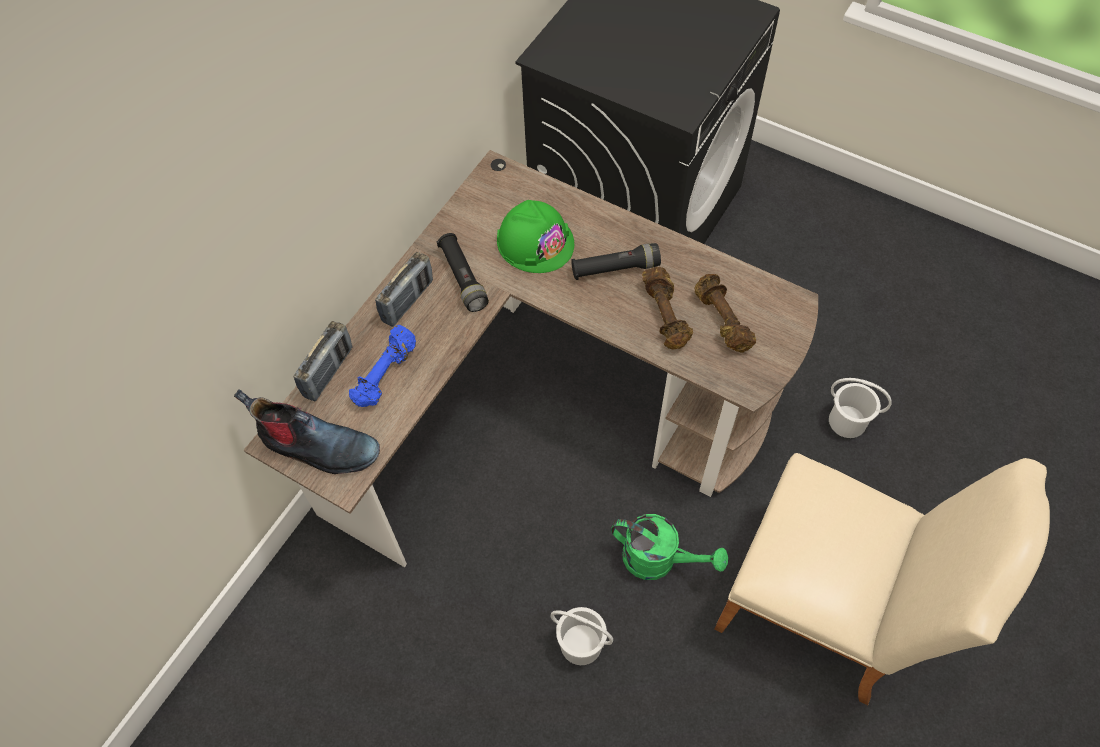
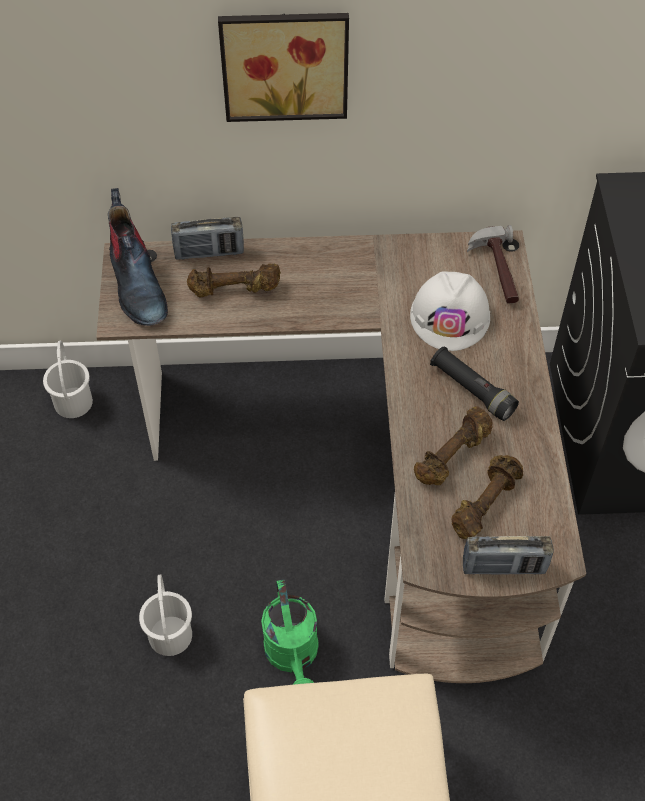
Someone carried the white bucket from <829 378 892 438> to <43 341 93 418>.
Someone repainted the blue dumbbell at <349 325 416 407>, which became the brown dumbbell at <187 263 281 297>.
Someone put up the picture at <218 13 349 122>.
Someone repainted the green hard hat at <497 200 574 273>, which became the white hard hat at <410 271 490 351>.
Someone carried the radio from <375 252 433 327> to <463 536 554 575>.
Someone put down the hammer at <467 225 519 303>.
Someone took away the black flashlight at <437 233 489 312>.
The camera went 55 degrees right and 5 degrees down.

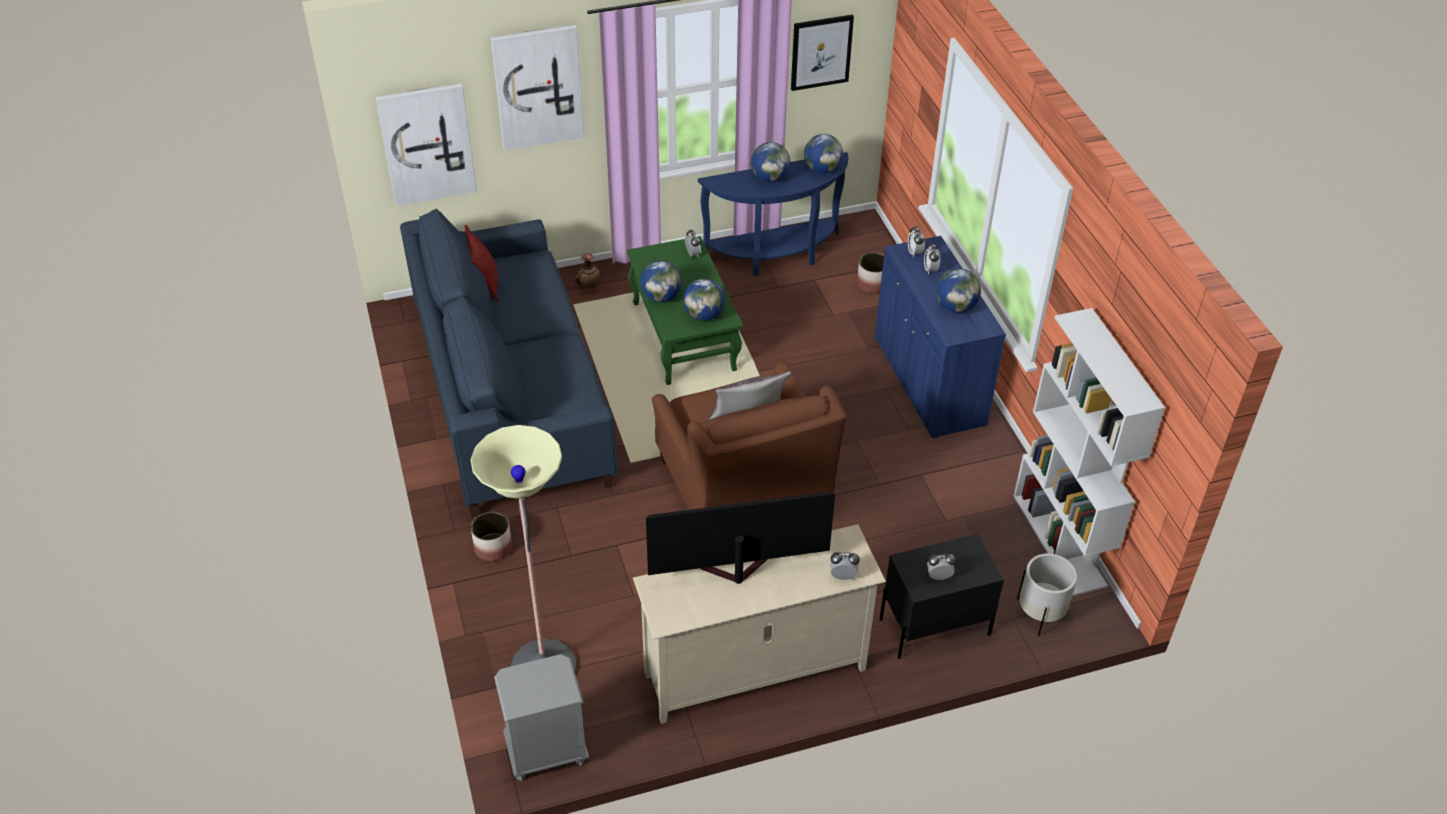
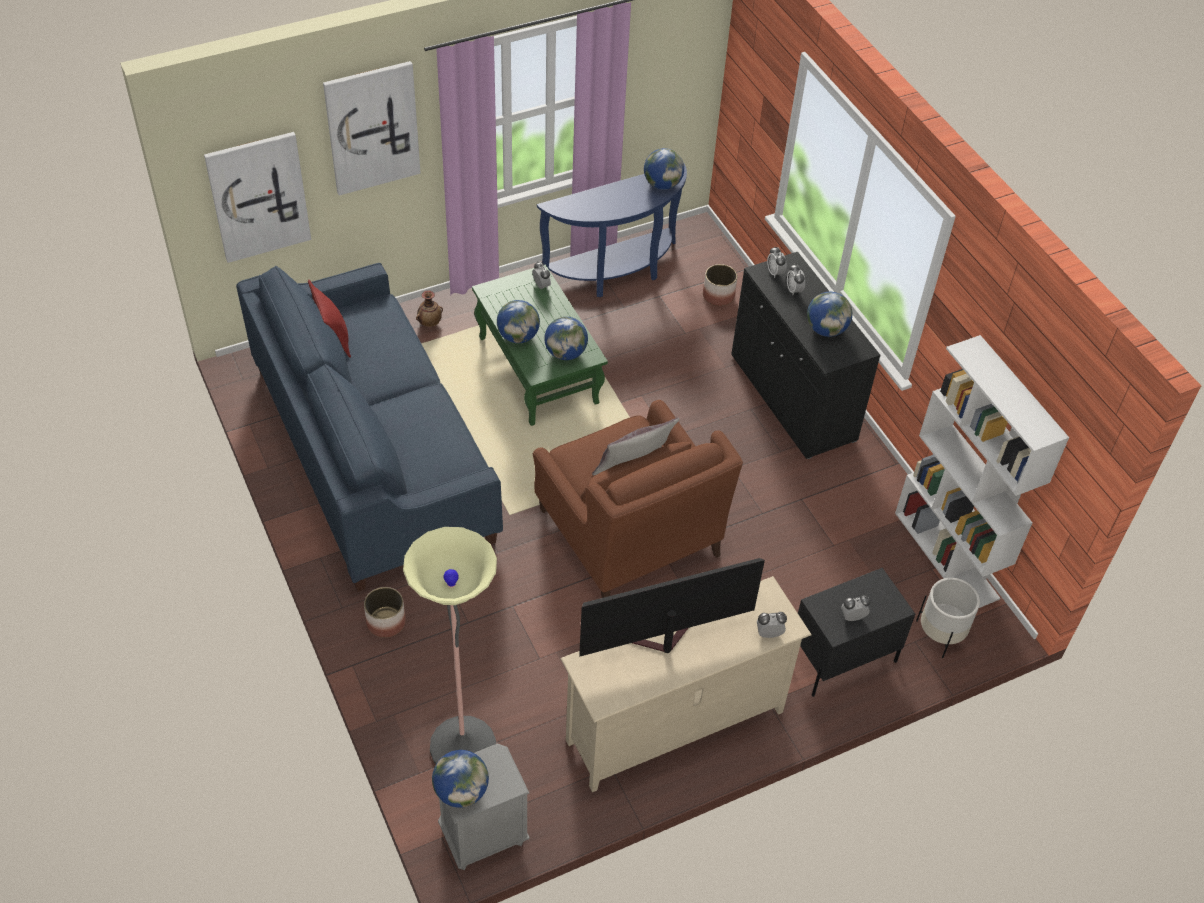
Someone carried the globe from <751 142 790 182> to <432 750 489 808>.
Someone repainted the blue cabinet at <875 236 1006 439>, which became the black cabinet at <731 252 880 459>.
Someone took away the picture at <791 14 854 91>.
The camera went 10 degrees left and 5 degrees up.

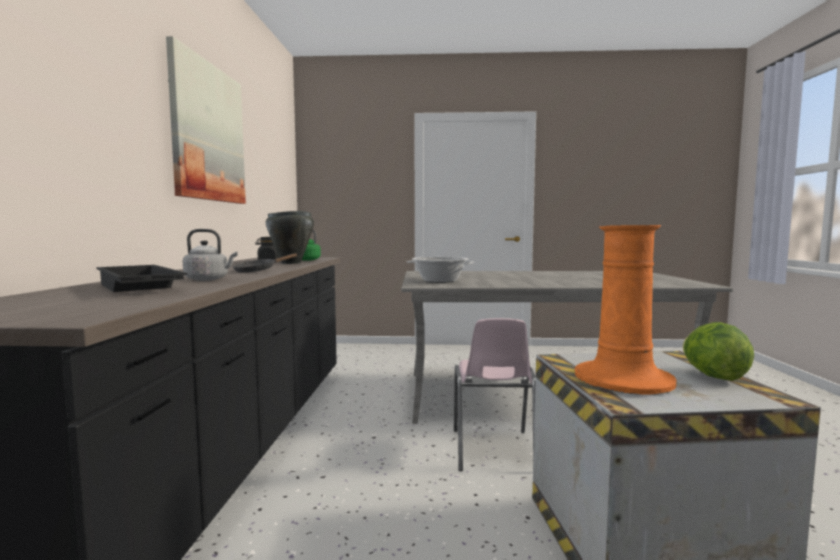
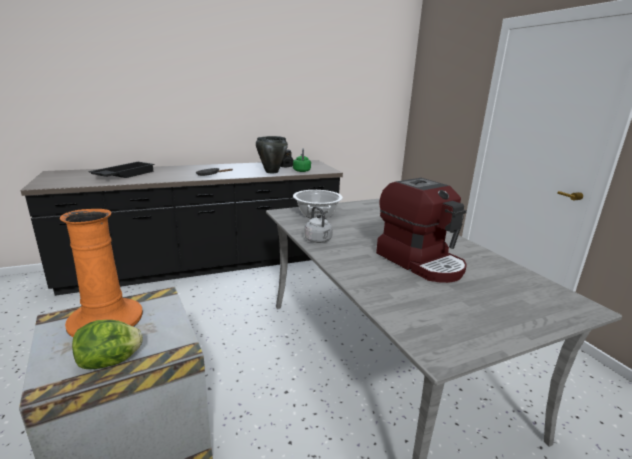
Someone carried the grey kettle from <183 229 237 281> to <304 206 333 243>.
Someone put down the coffee machine at <376 178 467 283>.
Someone took away the picture at <166 36 246 204>.
Someone took away the pink chair at <454 318 536 471>.
The camera went 65 degrees right and 15 degrees up.

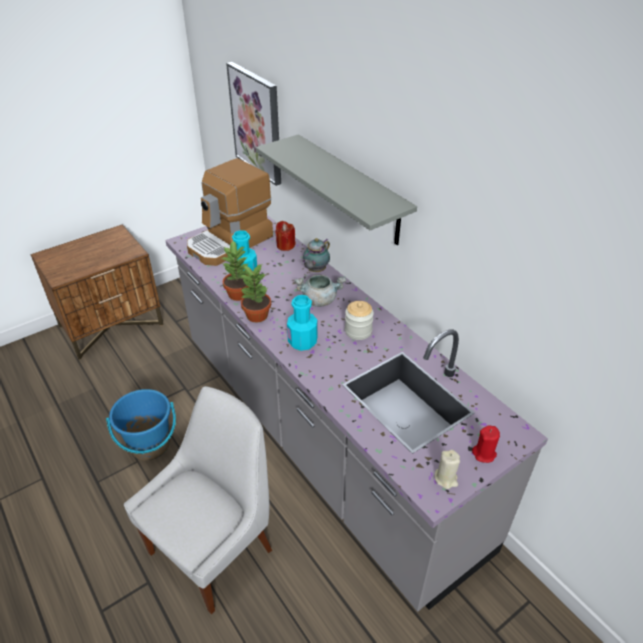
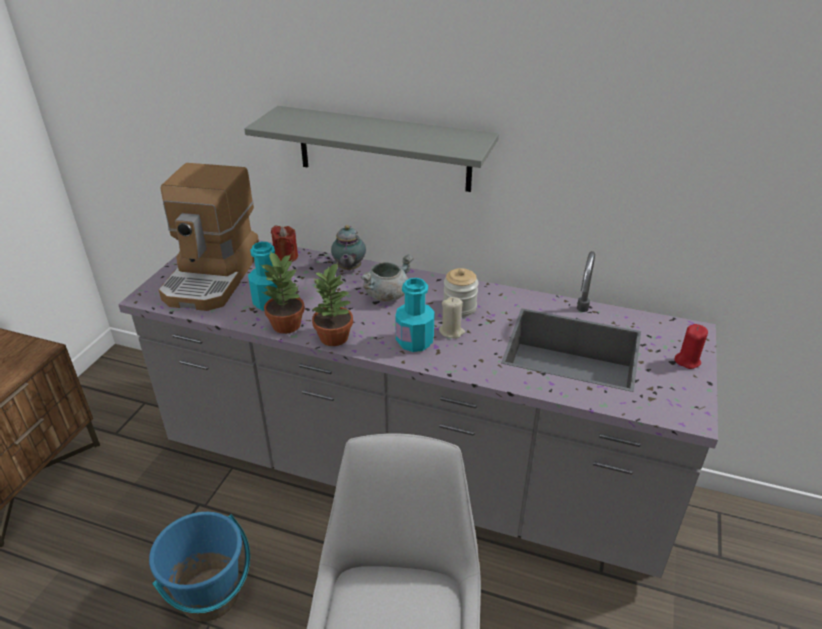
Someone carried the beige candle from <435 449 460 489> to <439 297 465 338>.
Someone took away the picture at <226 62 281 186>.
The camera went 35 degrees left and 5 degrees down.

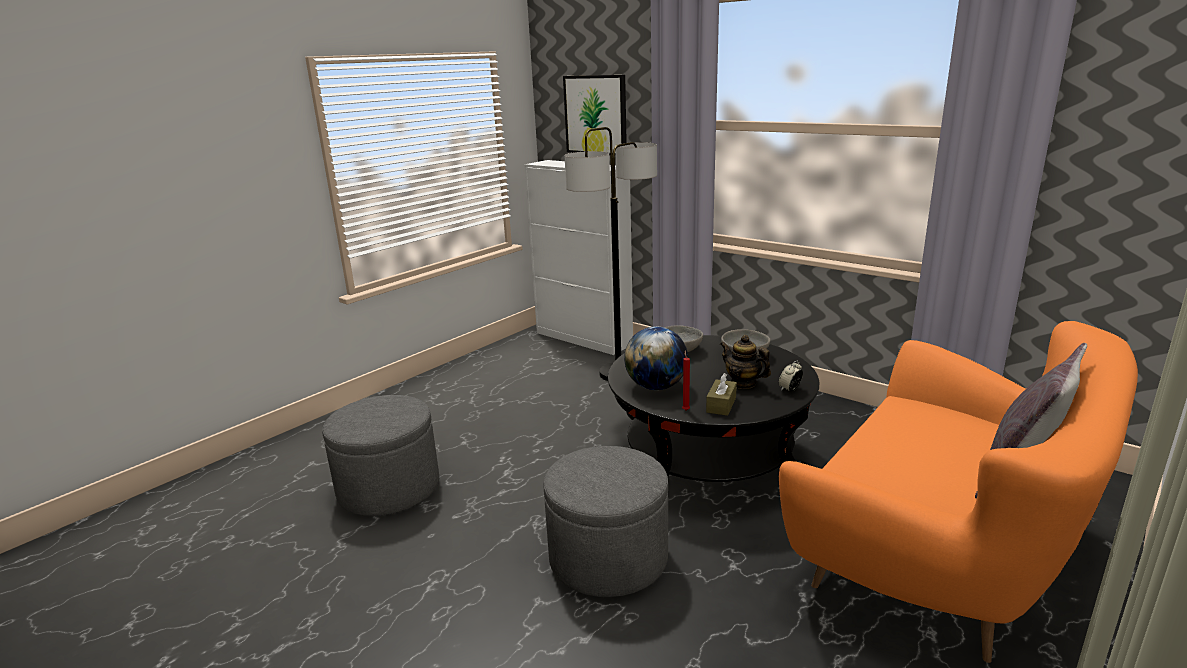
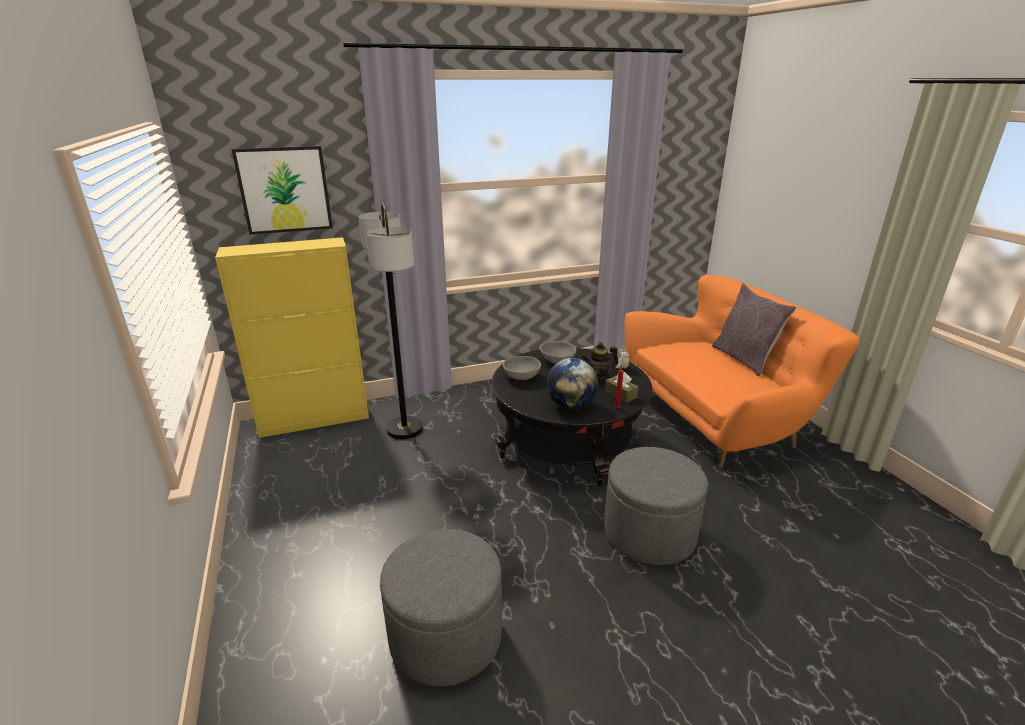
Someone repainted the white cabinet at <525 160 633 355>, which became the yellow cabinet at <215 237 369 438>.
The camera went 60 degrees left and 5 degrees up.

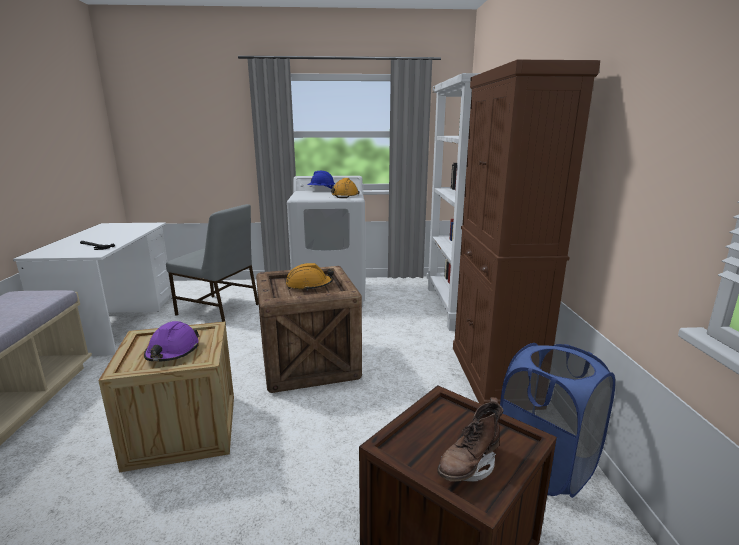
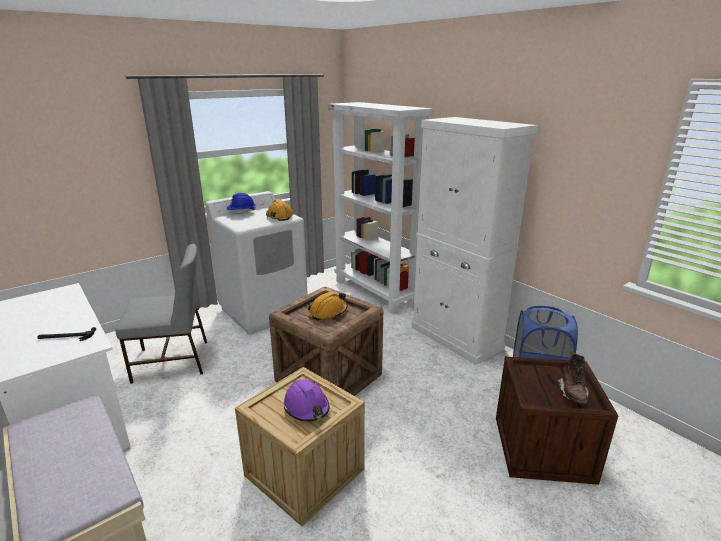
Someone repainted the brown cabinet at <453 60 600 405>, which became the white cabinet at <411 117 538 365>.
The camera went 35 degrees left and 5 degrees up.

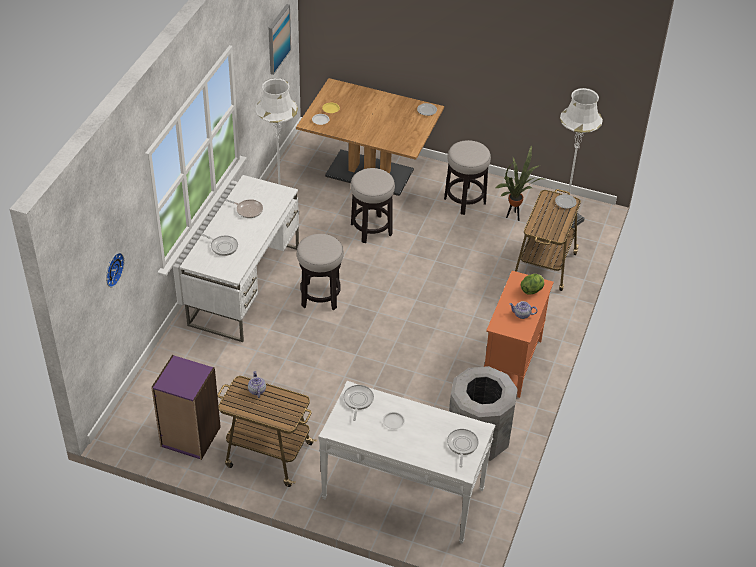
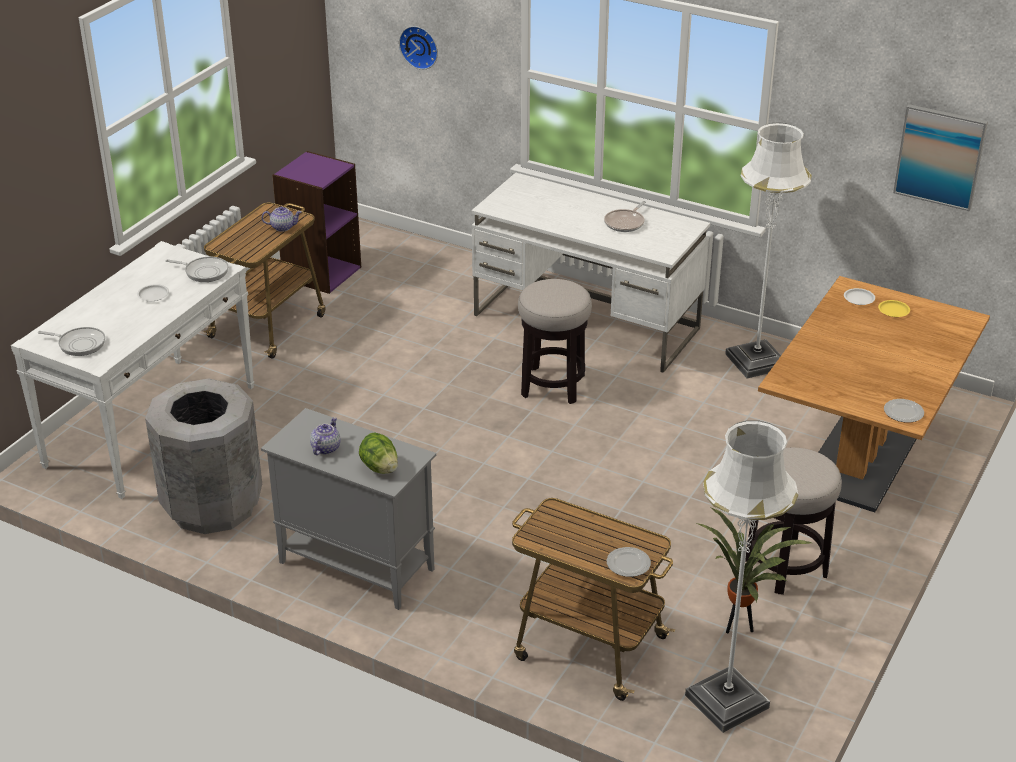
Someone repainted the orange cabinet at <484 271 554 398>, which became the grey cabinet at <261 408 436 610>.
Someone took away the frying pan at <201 234 238 256>.
Someone took away the stool at <351 168 395 243>.
The camera went 100 degrees right and 10 degrees down.

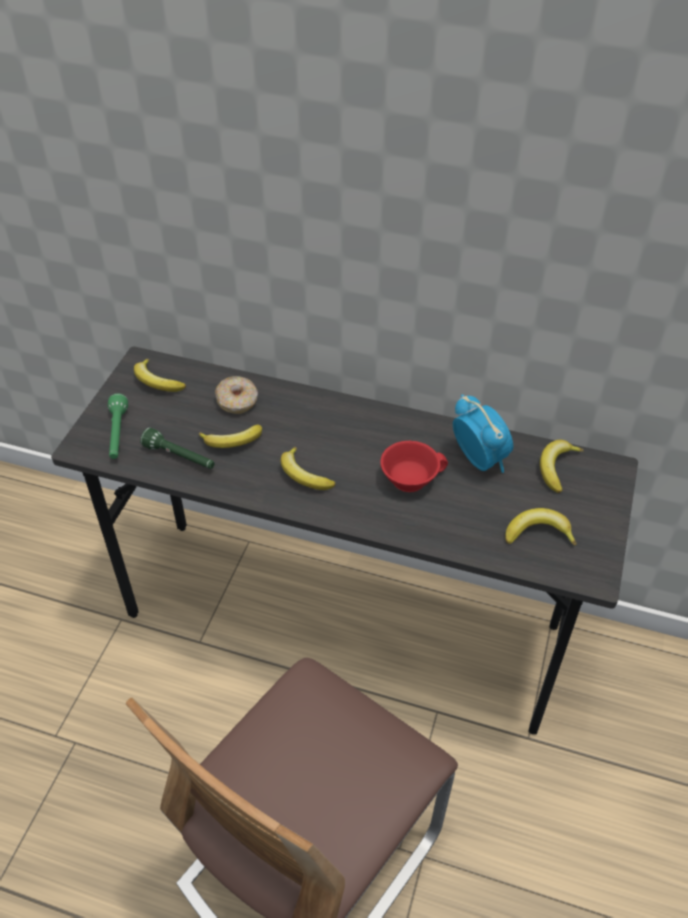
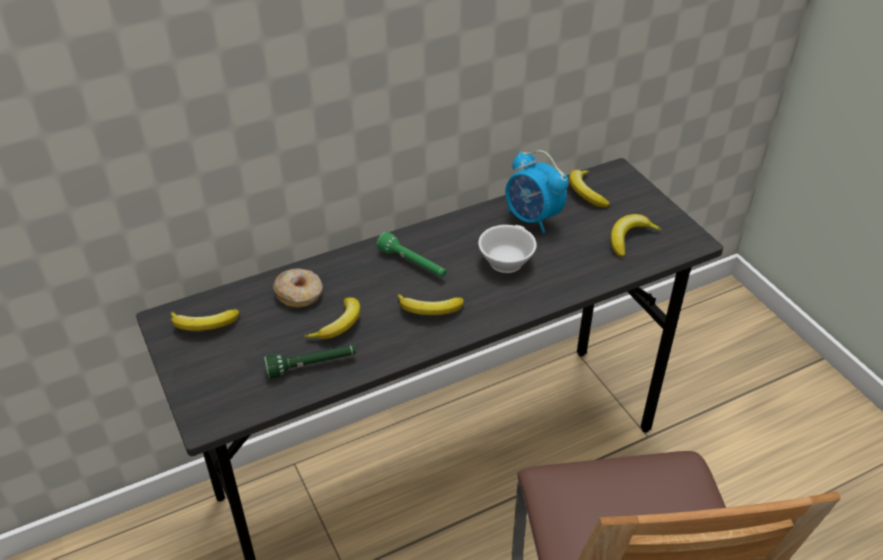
Someone carried the green flashlight from <108 393 128 459> to <376 231 447 277>.
Someone repainted the red cup at <380 441 448 492>, which became the white cup at <478 225 537 273>.
Someone rotated the alarm clock at <453 394 513 473> by 150 degrees counterclockwise.
The camera went 45 degrees left and 5 degrees down.

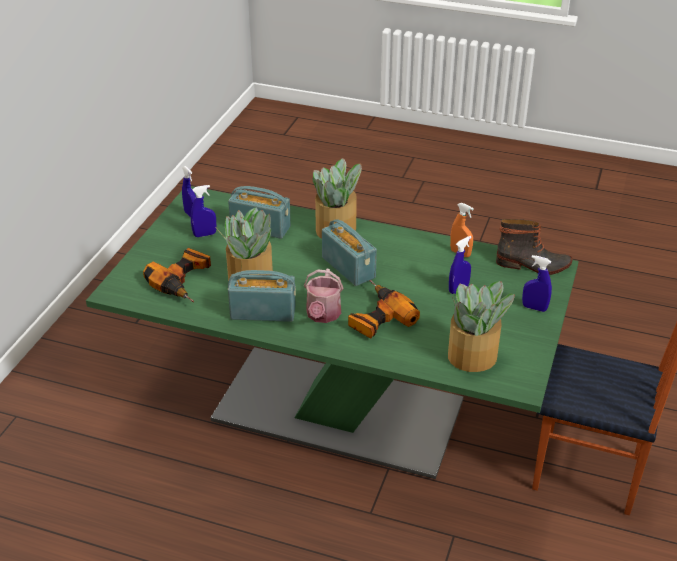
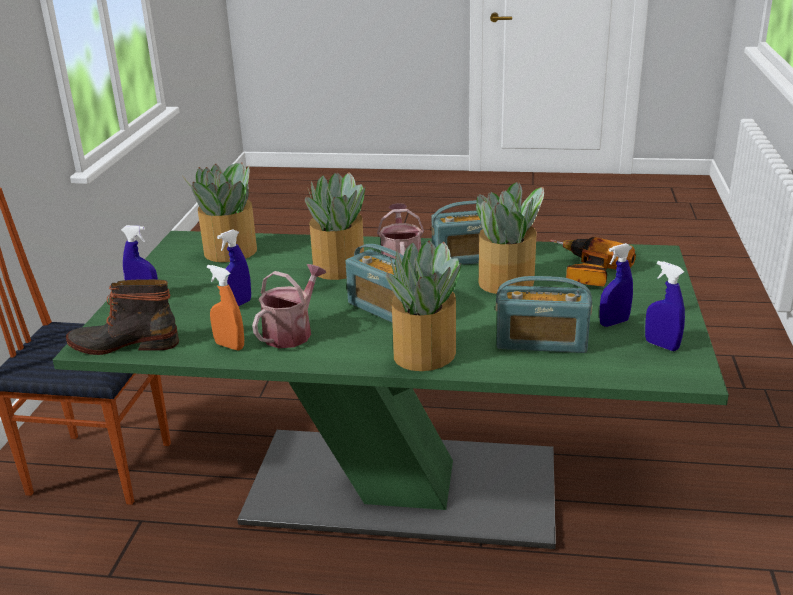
Someone put down the watering can at <252 264 326 348>.
Someone swapped the power drill at <348 280 420 338> for the potted plant at <305 172 365 280>.
The camera went 170 degrees right and 10 degrees down.

